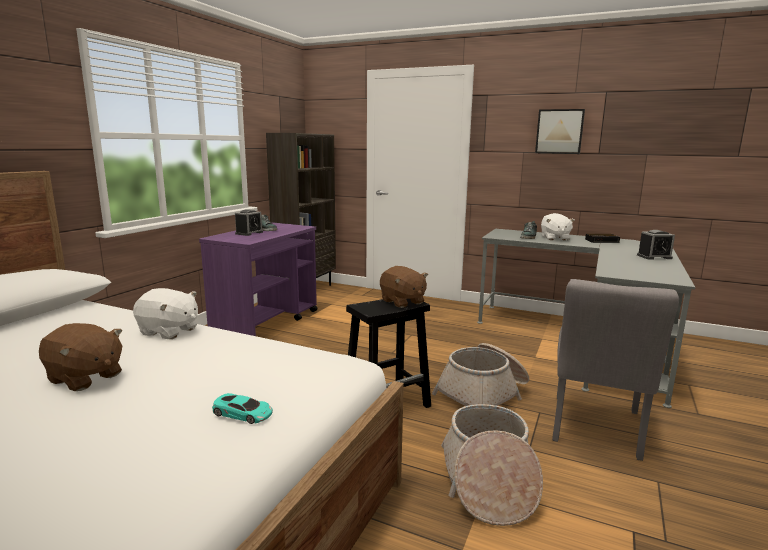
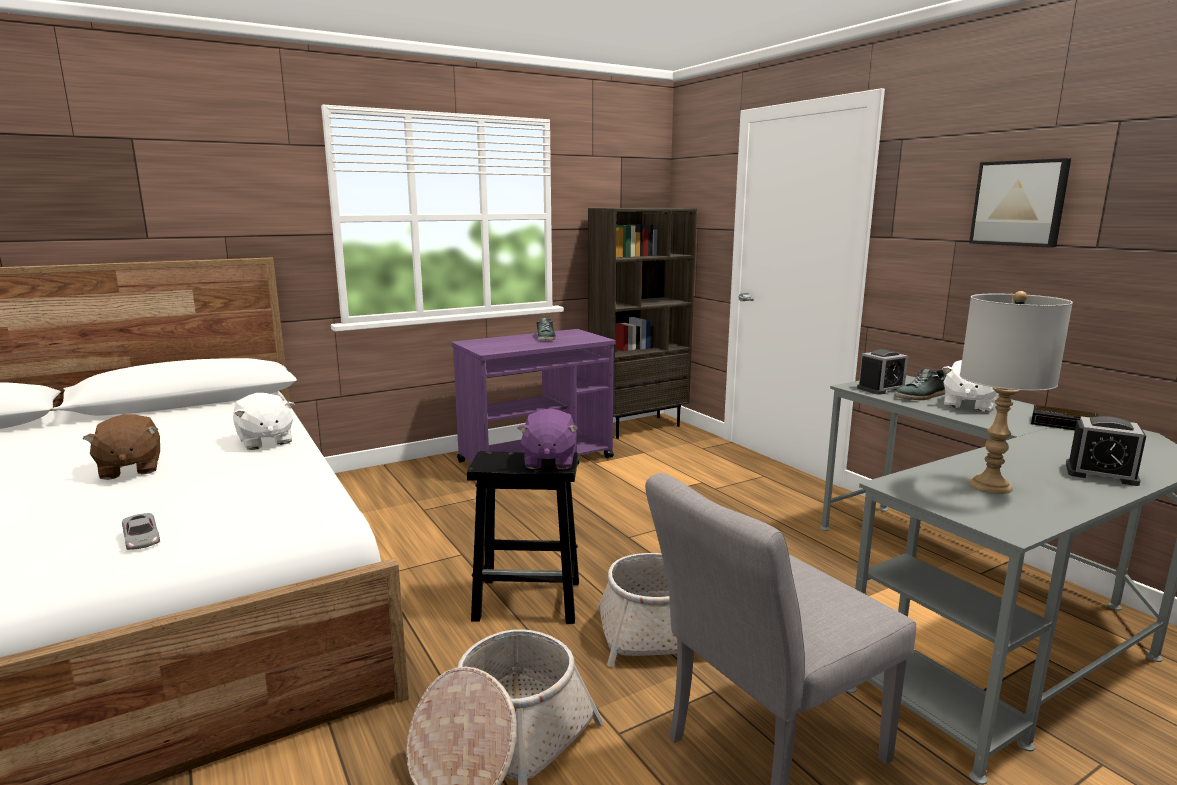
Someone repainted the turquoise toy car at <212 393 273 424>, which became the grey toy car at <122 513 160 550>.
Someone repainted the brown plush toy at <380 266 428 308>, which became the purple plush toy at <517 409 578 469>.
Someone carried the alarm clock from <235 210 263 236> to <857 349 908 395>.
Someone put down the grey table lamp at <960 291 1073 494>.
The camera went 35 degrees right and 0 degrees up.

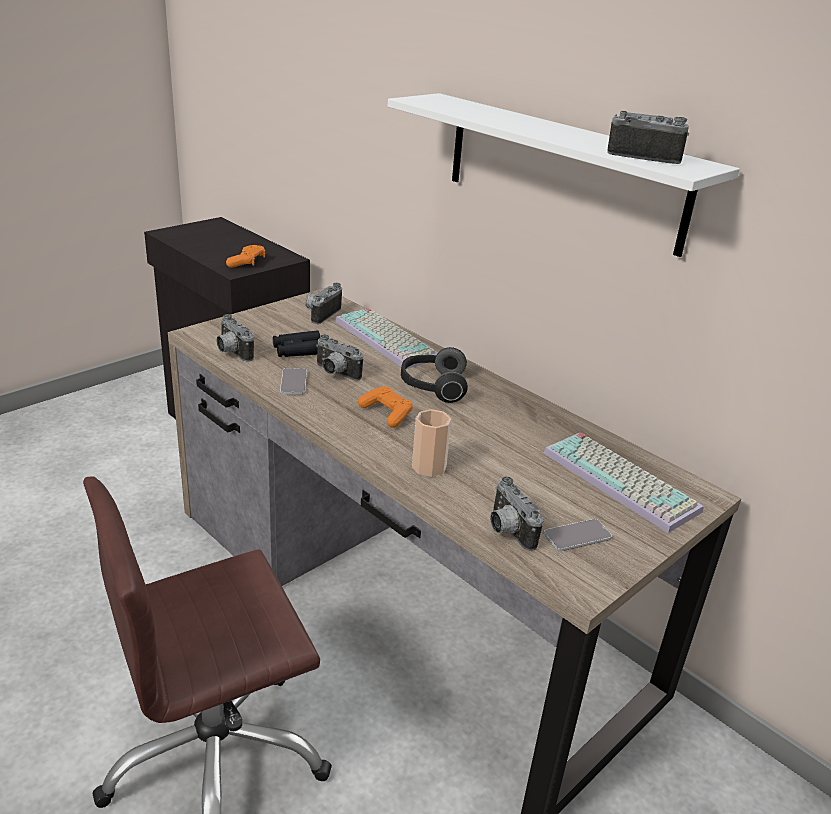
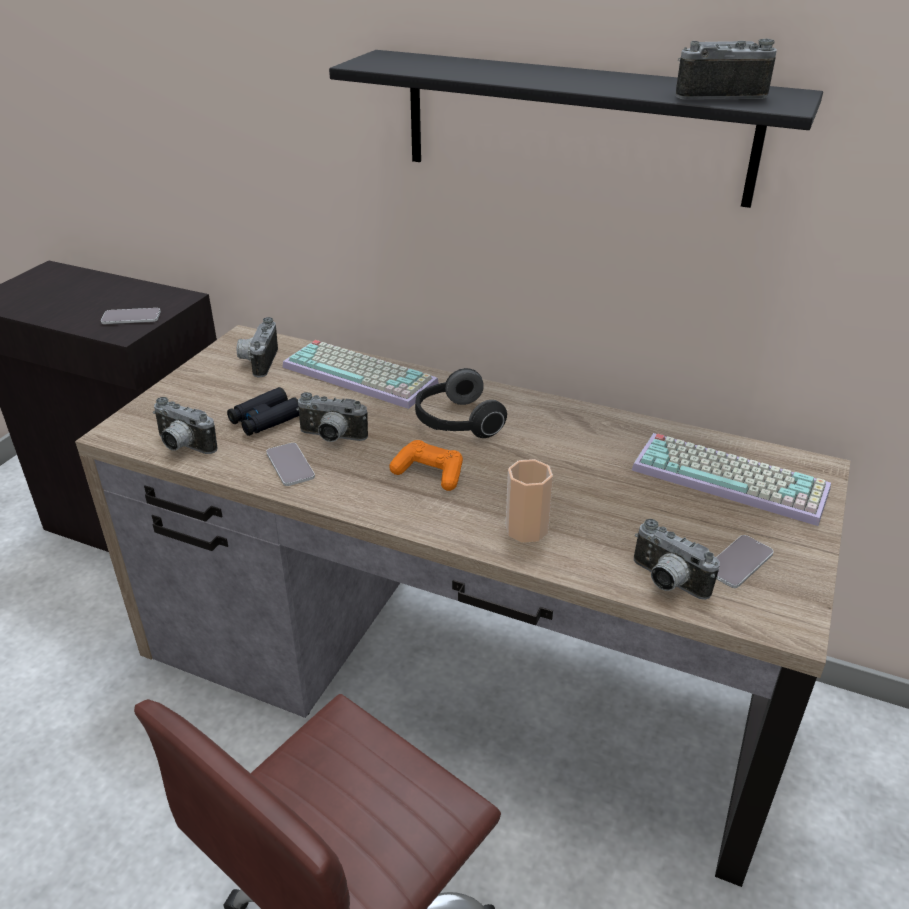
Someone swapped the orange game controller at <226 245 265 268> for the phone at <101 308 161 324>.
Someone repainted the white shelf at <388 93 740 257>, which became the black shelf at <329 50 823 208>.
The camera went 20 degrees left and 5 degrees up.

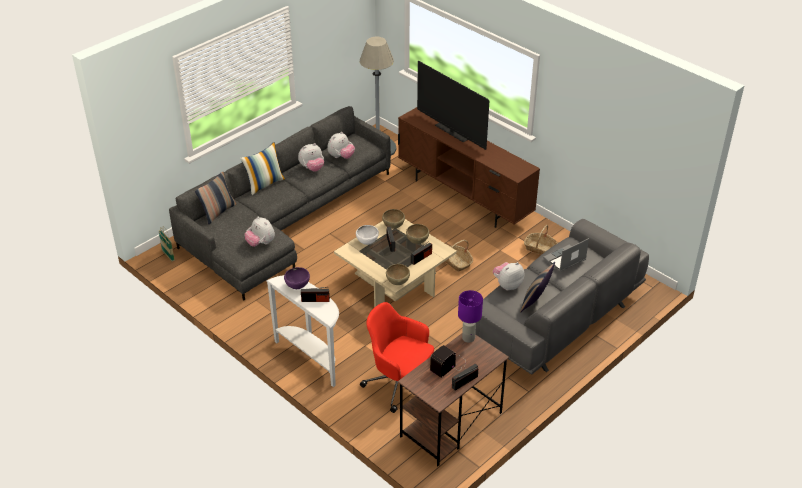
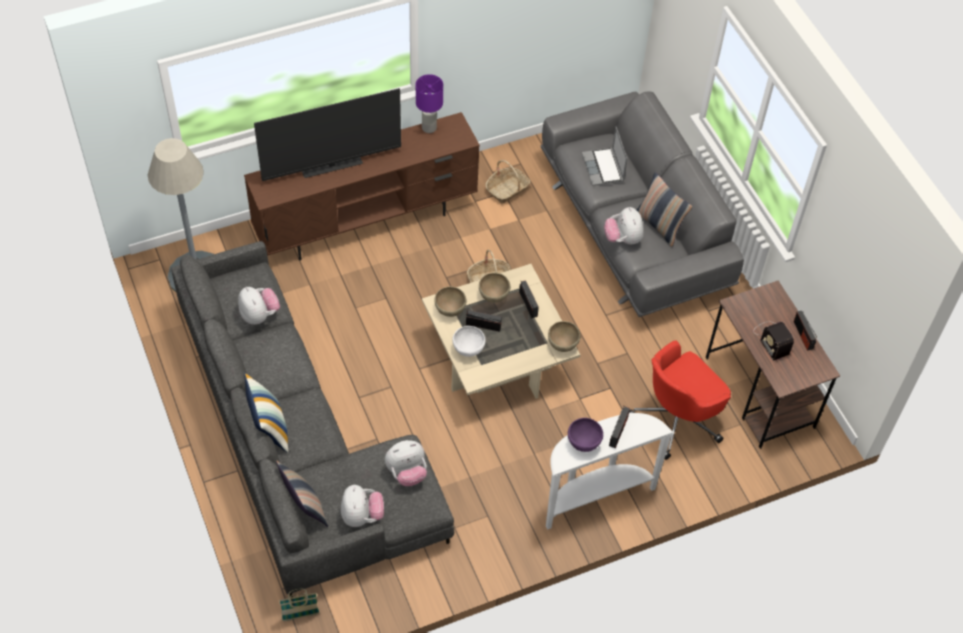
Someone carried the plush toy from <298 143 324 172> to <341 485 384 527>.
Someone carried the purple table lamp from <458 290 483 343> to <416 74 443 133>.
The camera went 70 degrees left and 15 degrees up.

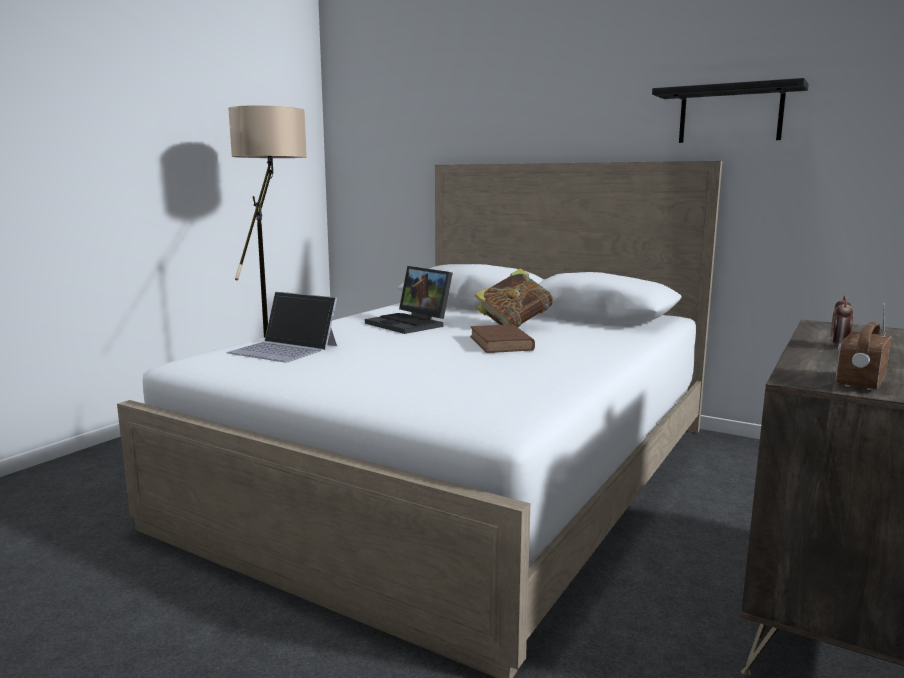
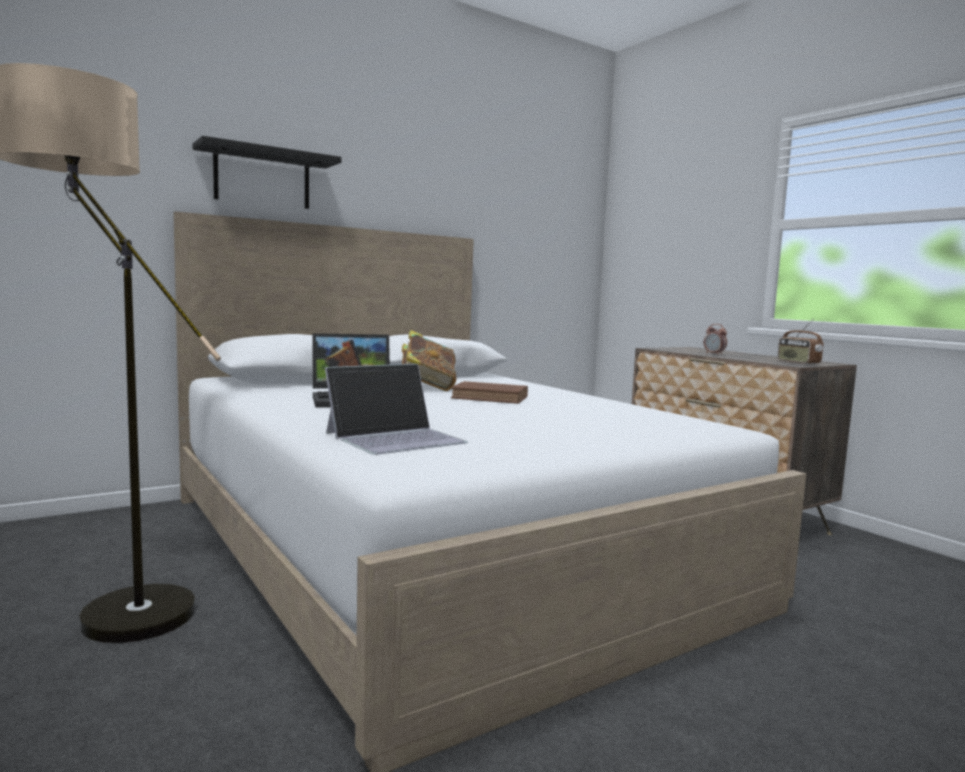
Someone carried the black shelf from <652 78 809 143> to <192 136 341 209>.
The camera went 65 degrees left and 5 degrees down.

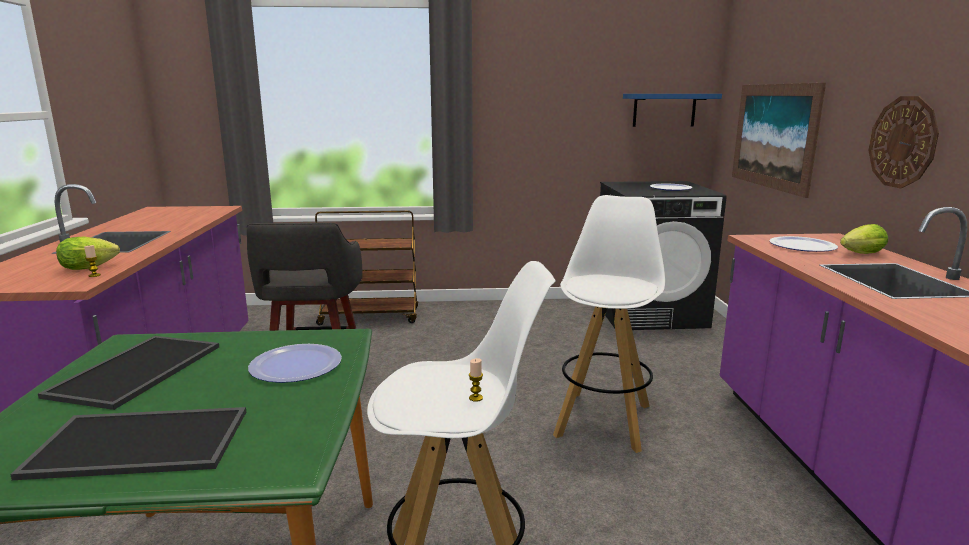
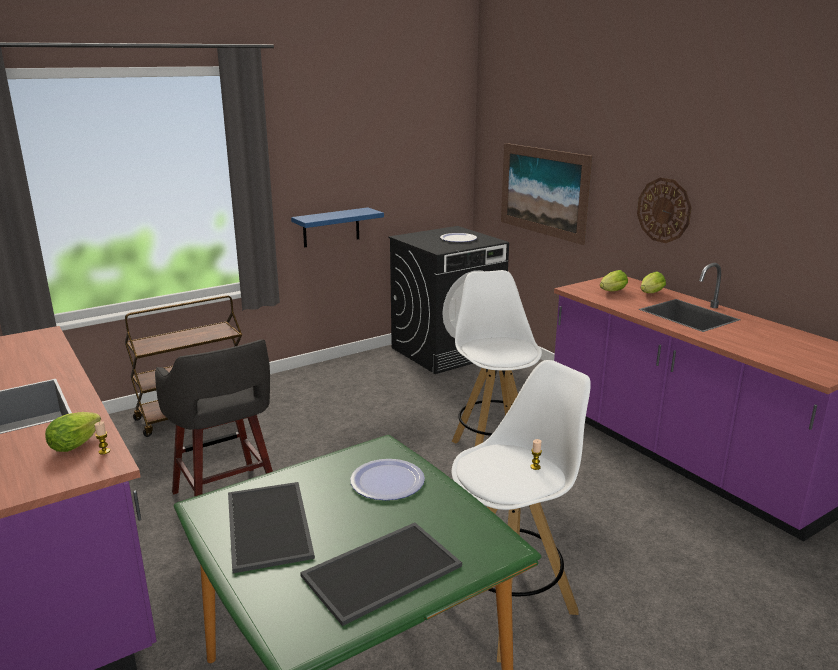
Someone carried the blue shelf from <623 94 722 127> to <291 207 384 247>.
Someone swapped the plate at <769 236 838 252> for the lettuce at <600 270 628 291>.
The camera went 30 degrees left and 5 degrees up.

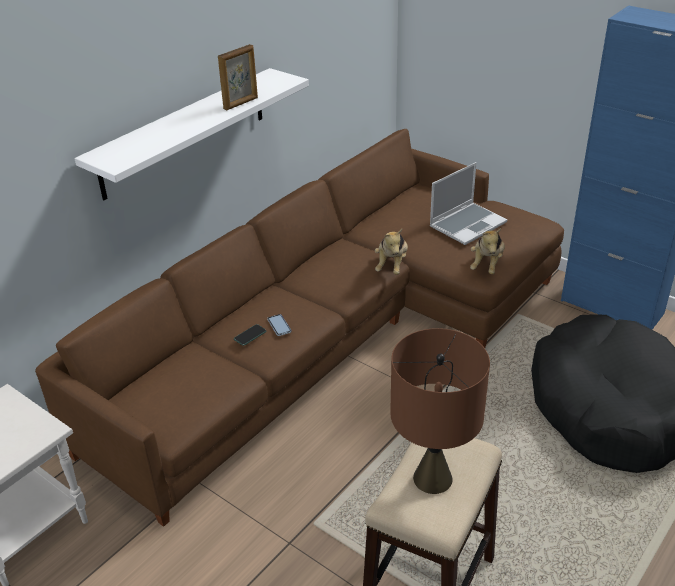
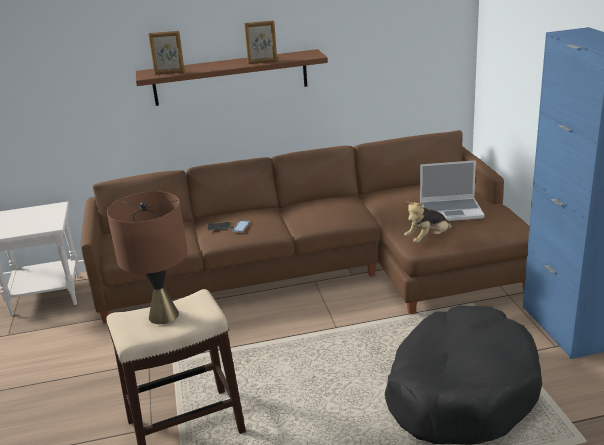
Someone repainted the white shelf at <74 68 309 200>, which became the brown shelf at <136 49 328 106>.
Someone put down the picture frame at <148 31 185 75>.
Someone took away the plush toy at <375 229 408 275>.
The camera went 40 degrees right and 10 degrees down.

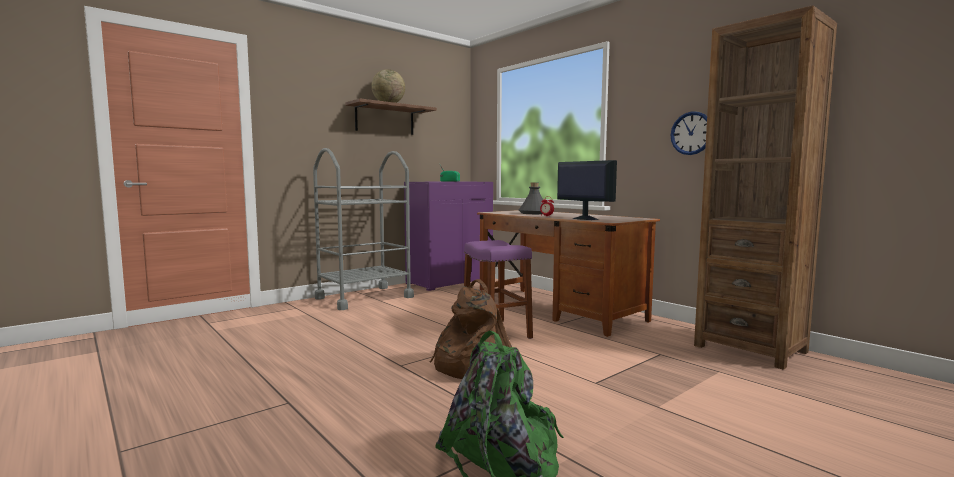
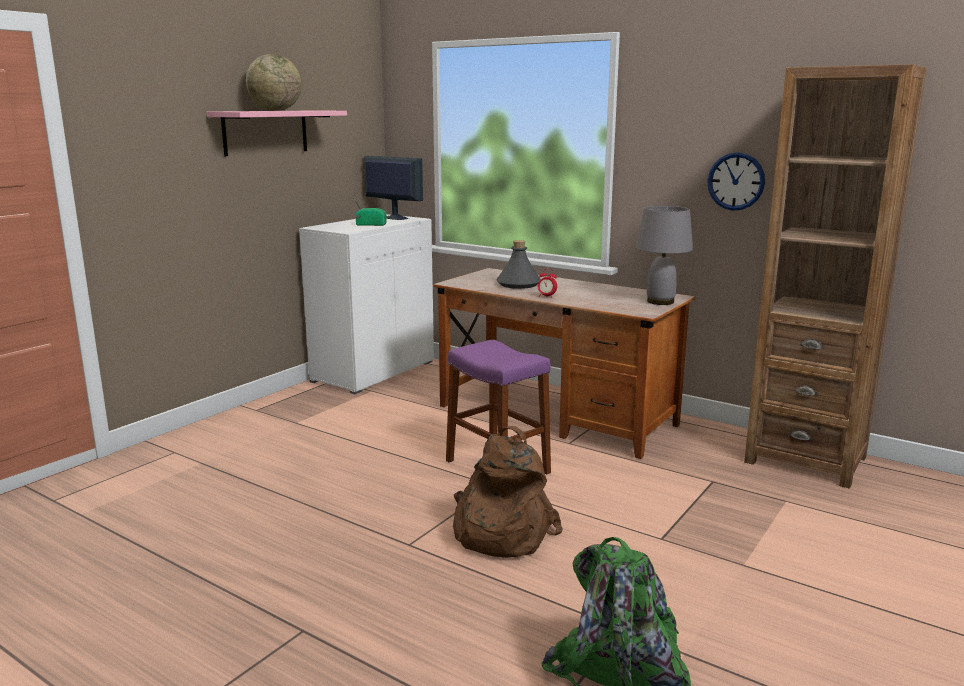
Someone repainted the brown shelf at <345 98 436 135>, which became the pink shelf at <207 110 347 156>.
Someone repainted the purple cabinet at <404 182 493 291>, which became the white cabinet at <299 214 434 394>.
Someone carried the monitor from <557 160 617 220> to <364 156 423 220>.
Someone put down the grey table lamp at <636 206 693 305>.
Someone took away the grey cart at <313 148 414 310>.
The camera went 15 degrees left and 10 degrees up.

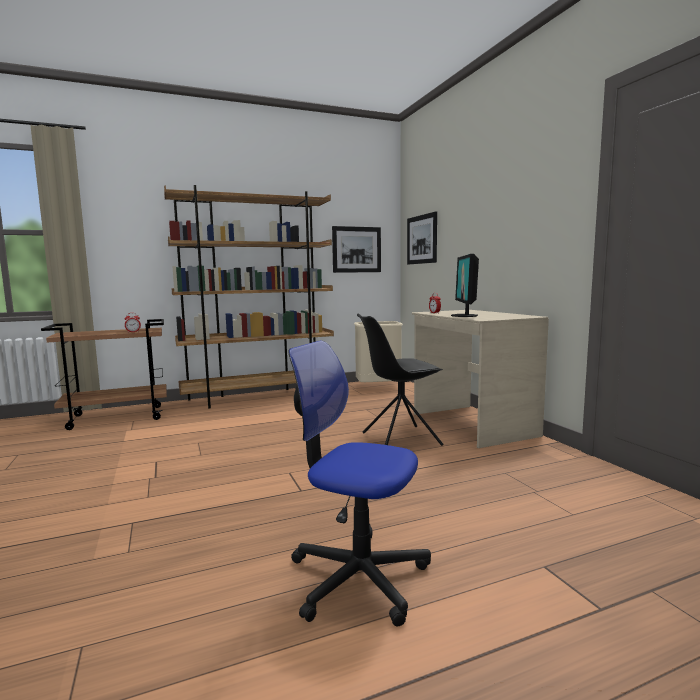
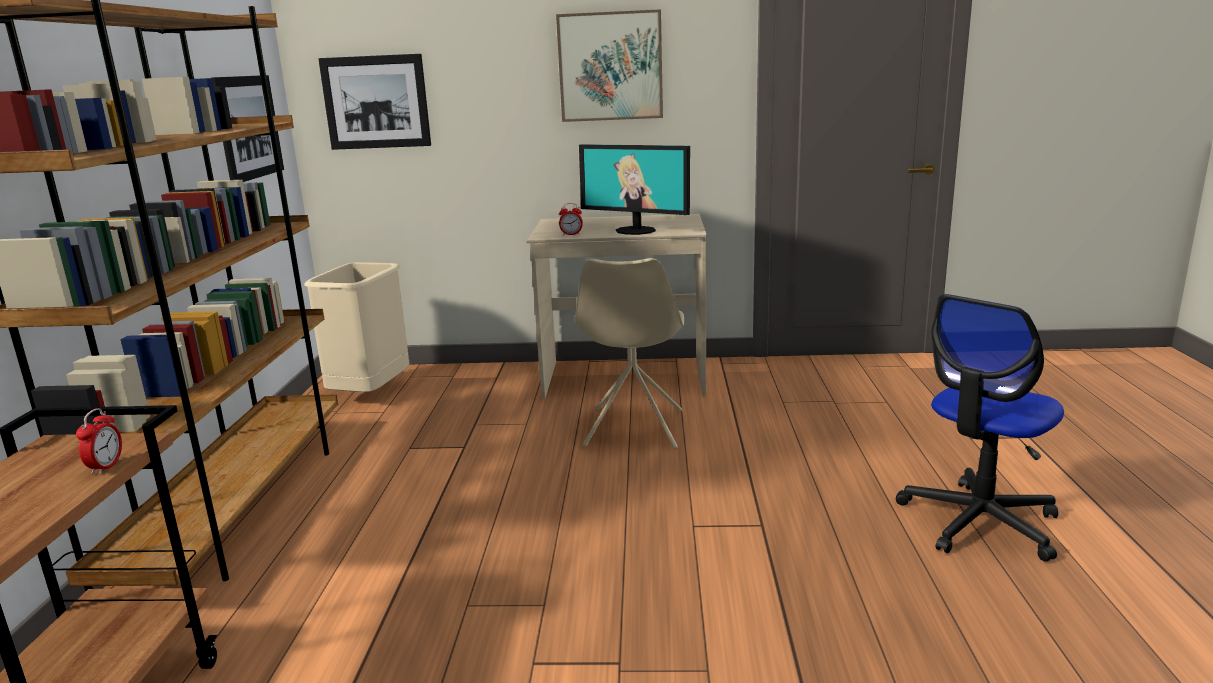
Someone put up the picture at <556 9 663 122>.
Someone repainted the black chair at <357 313 443 446>, which became the beige chair at <575 258 684 449>.
The camera went 65 degrees left and 10 degrees up.

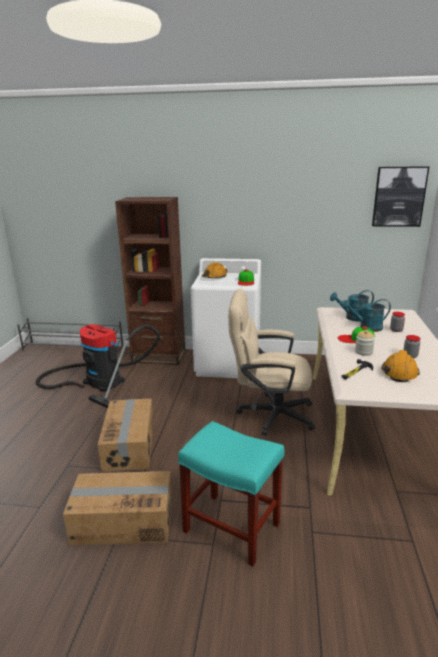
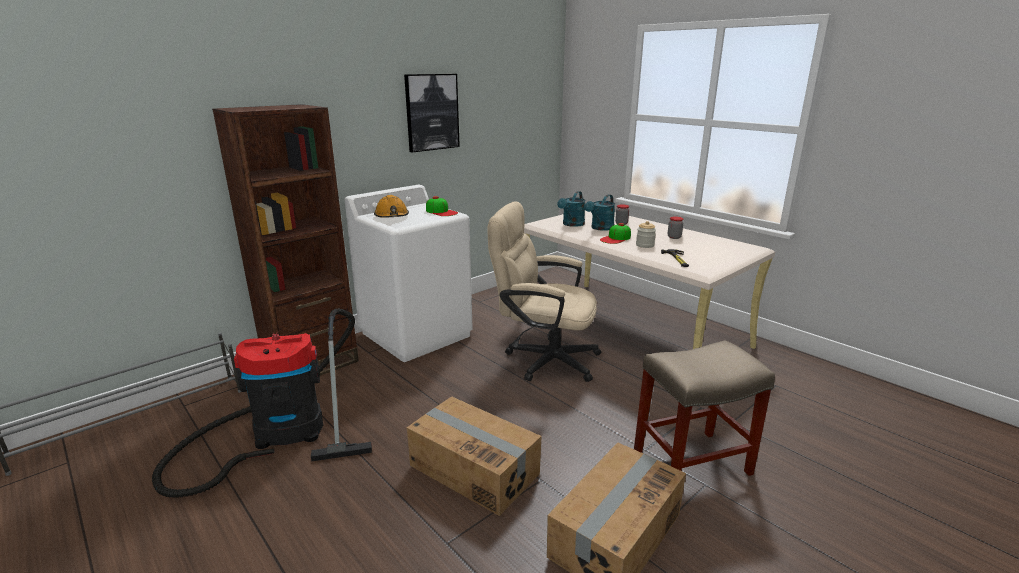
Someone carried the picture from <372 166 429 227> to <404 74 460 153>.
Someone rotated the beige office chair at <228 289 315 436> by 60 degrees clockwise.
Someone repainted the turquoise stool at <178 421 285 567>, which became the beige stool at <634 340 775 476>.
Someone took away the orange hard hat at <381 350 420 382>.
The camera went 50 degrees left and 0 degrees up.

